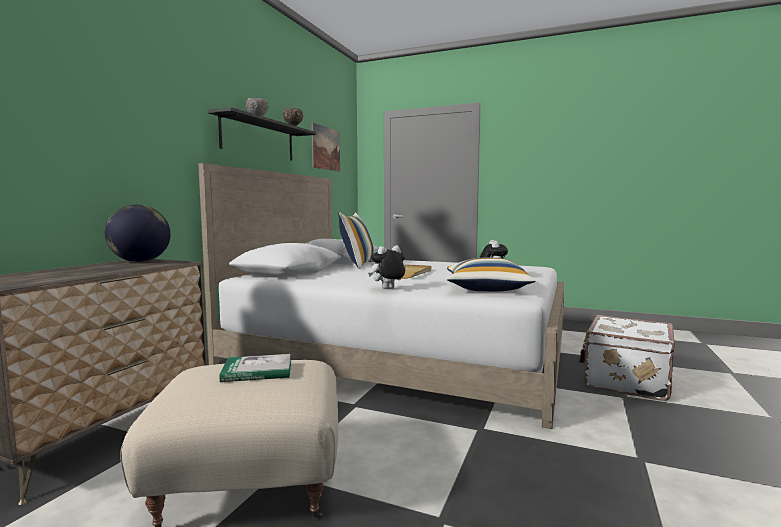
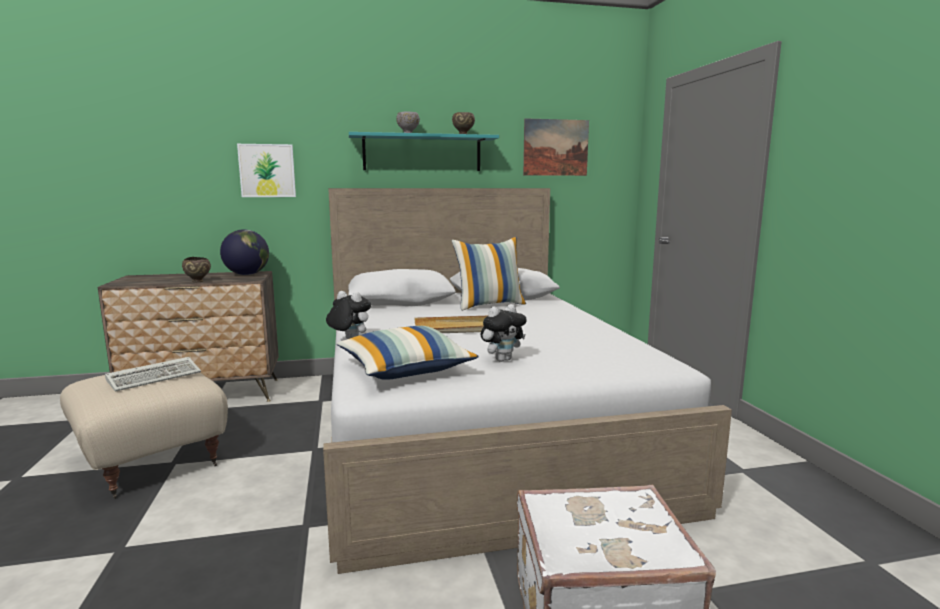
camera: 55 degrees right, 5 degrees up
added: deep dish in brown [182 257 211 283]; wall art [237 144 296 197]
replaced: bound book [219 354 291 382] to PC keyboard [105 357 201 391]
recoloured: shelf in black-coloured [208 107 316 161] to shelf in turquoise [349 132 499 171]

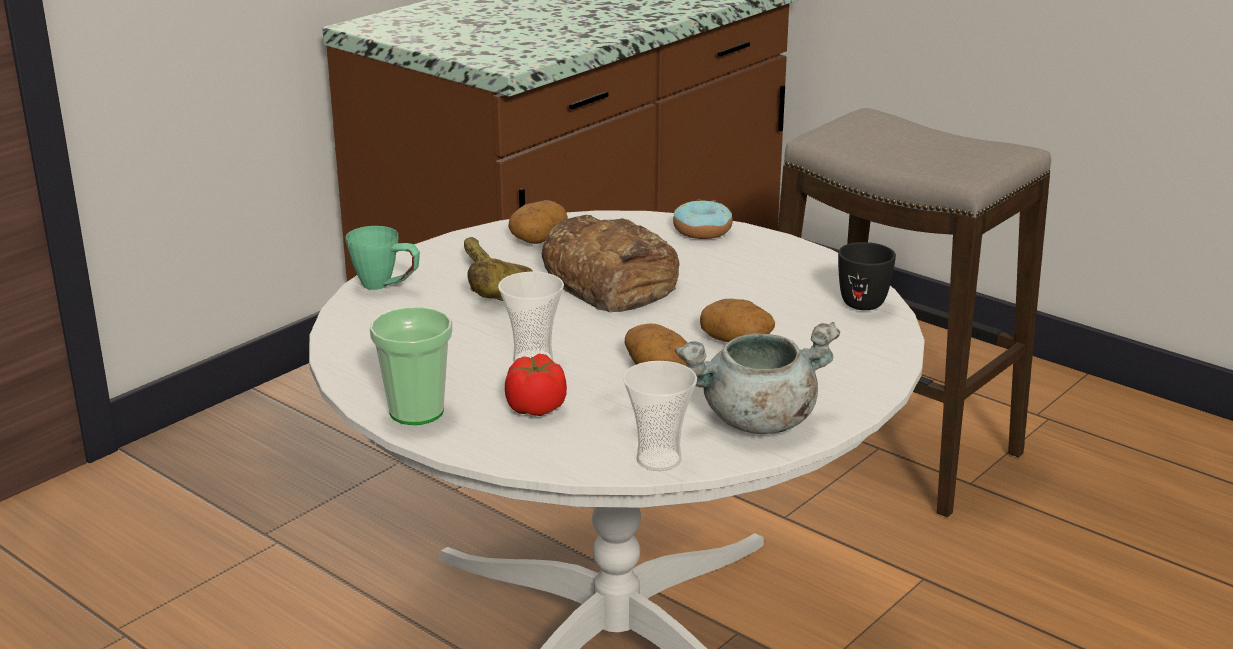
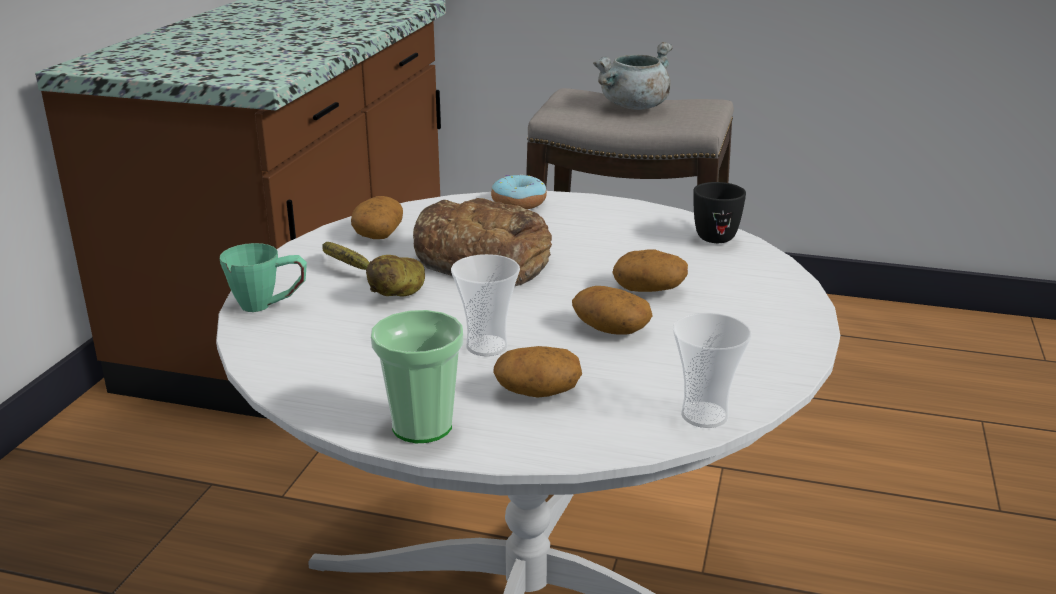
camera: 25 degrees left, 0 degrees up
moved: cooking pot in grey [675 322 840 434] to [593 42 673 110]
replaced: tomato [505 354 567 416] to potato [493 346 582 398]

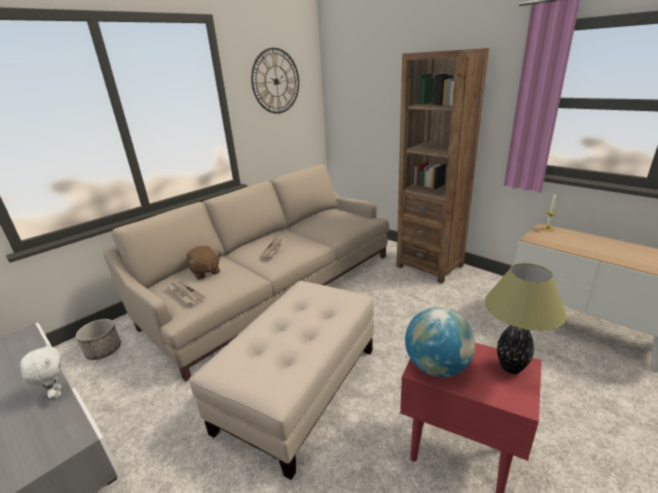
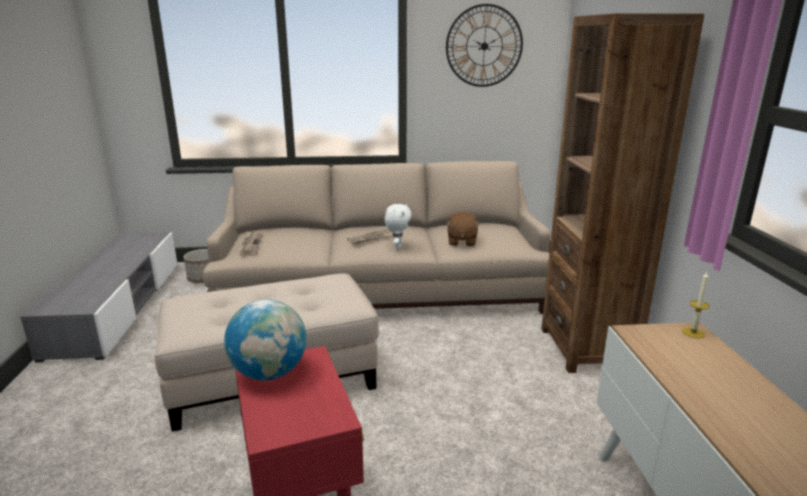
camera: 40 degrees right, 5 degrees down
removed: lamp for a table [484 263 567 374]
moved: plush toy in whitish [20 343 61 399] to [385 204 412 250]; plush toy in brown [187 246 220 279] to [446 212 480 246]

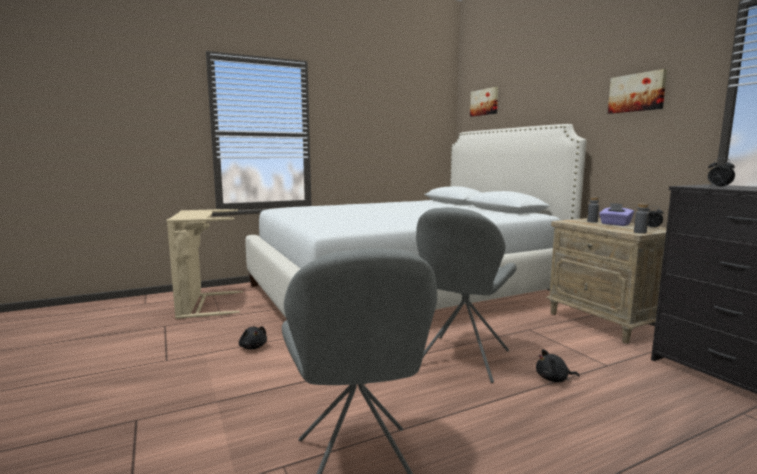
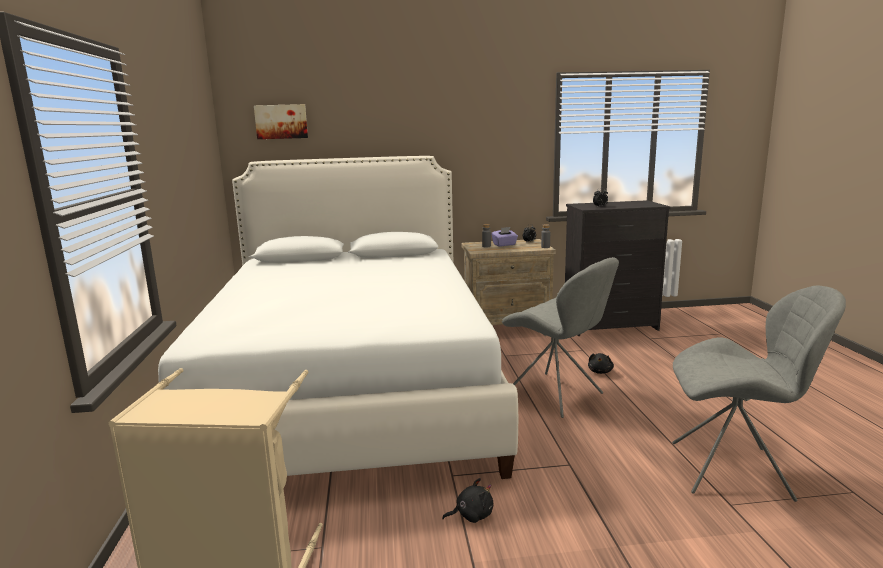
camera: 70 degrees left, 5 degrees up
removed: wall art [608 69 667 114]

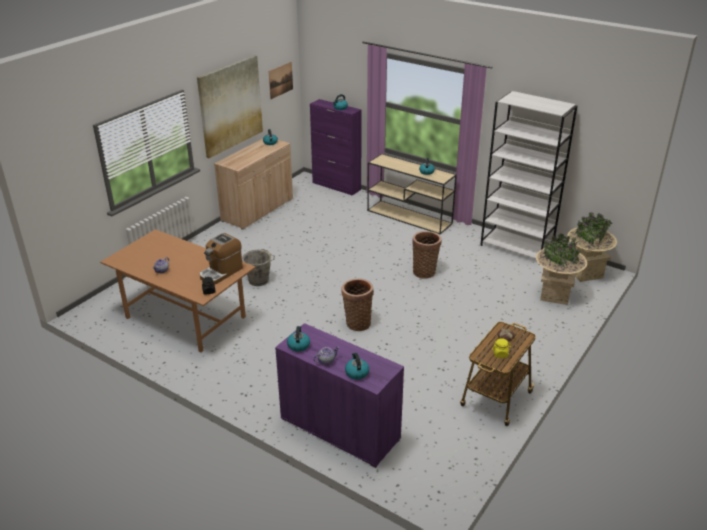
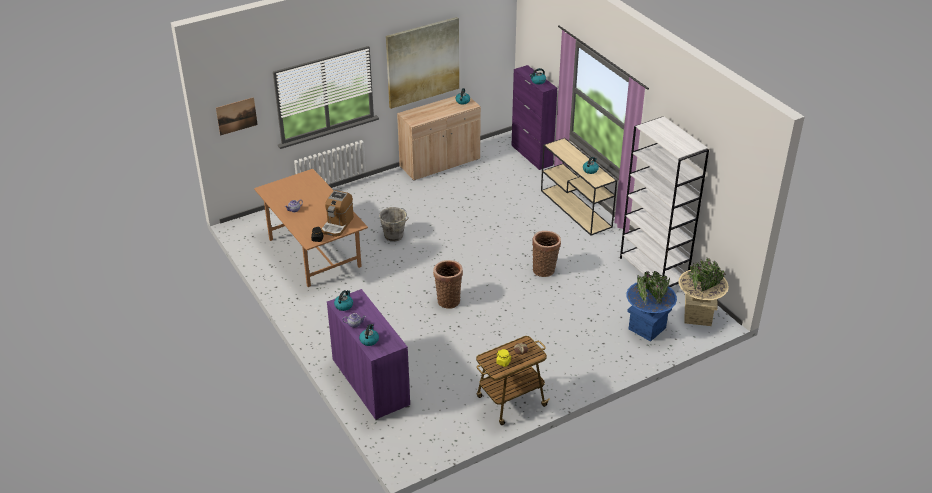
camera: 25 degrees right, 5 degrees up
moved: wall art [269 62 293 99] to [216 97 258 136]
recoloured: planter in beige [536 234 587 305] to planter in bluish [626 271 677 342]
turned: coffee machine [200 233 243 284] = [322 190 354 237] 45 degrees counterclockwise

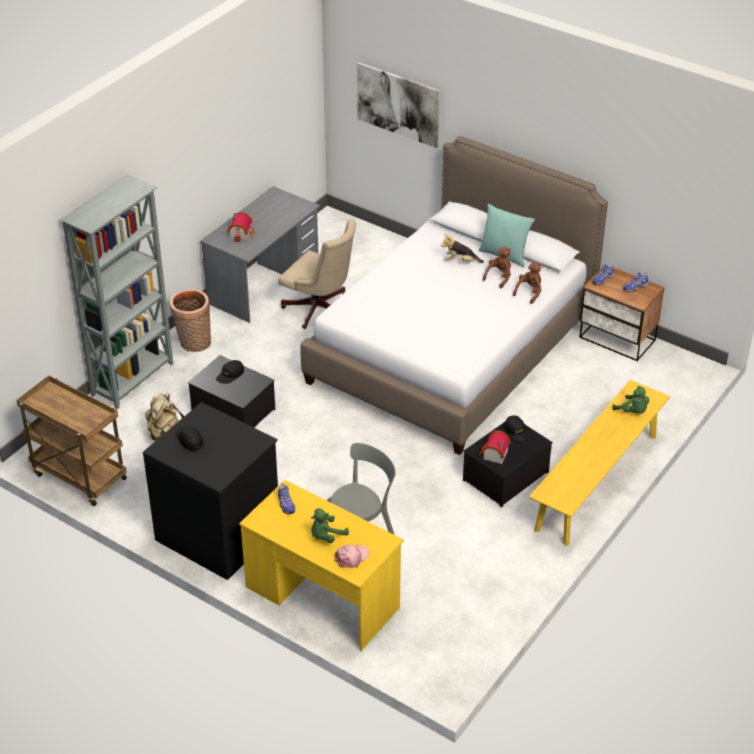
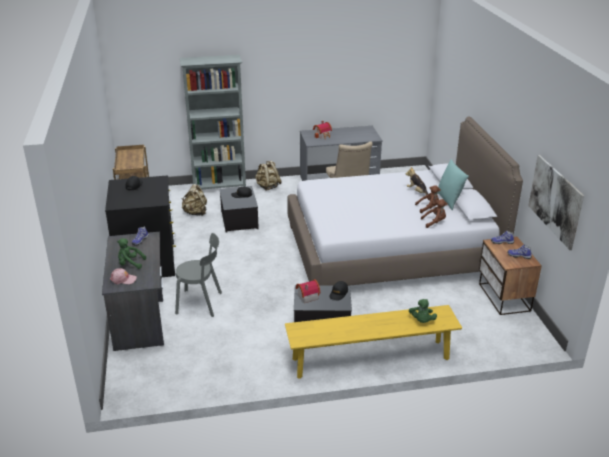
camera: 45 degrees right, 10 degrees down
moved: wall art [357 62 440 148] to [528 155 584 250]
replaced: storage basket [170 289 211 352] to knapsack in beige [255 160 282 191]
recoloured: desk in yellow-coloured [239 480 404 651] to desk in grey [102 232 164 351]

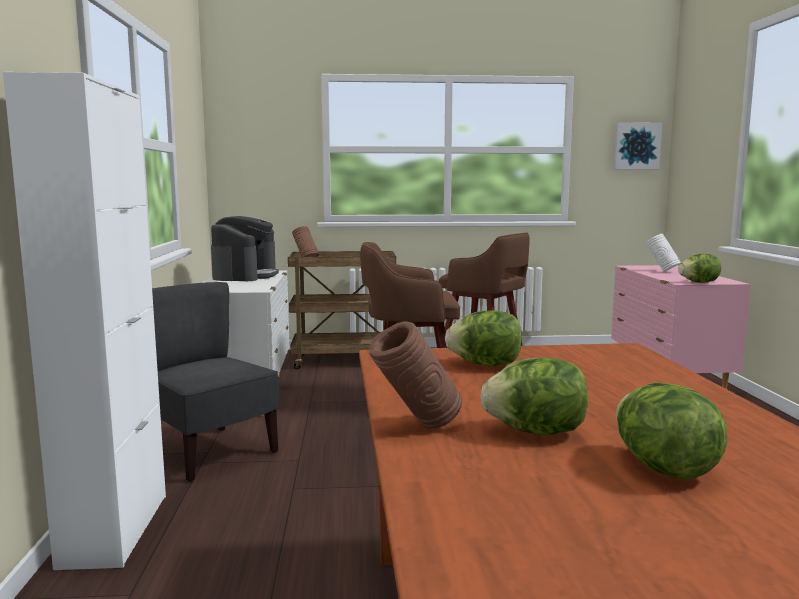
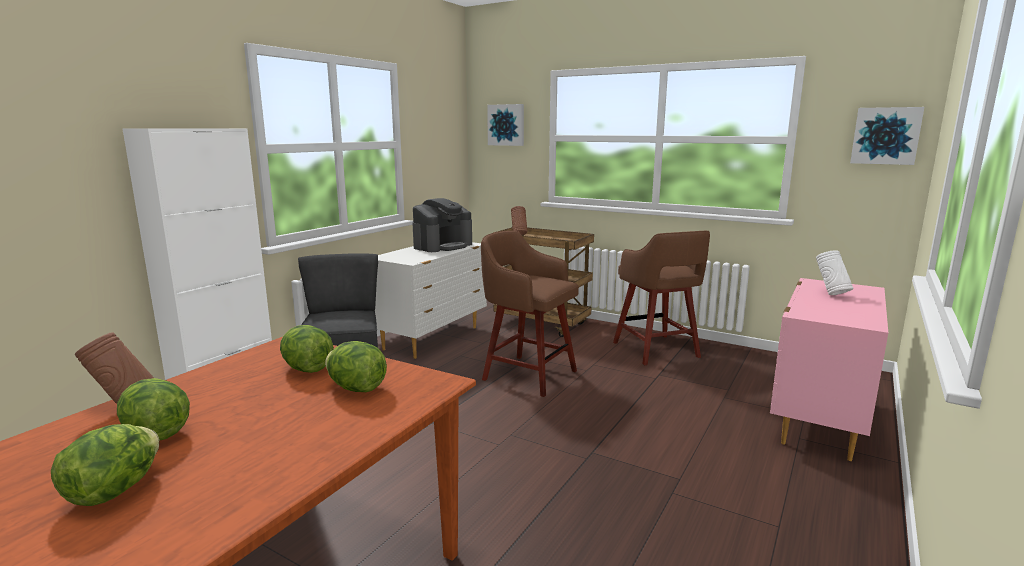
camera: 35 degrees right, 5 degrees up
added: wall art [487 104 524 146]
moved: head of lettuce [678 254 721 283] to [325 341 387 392]

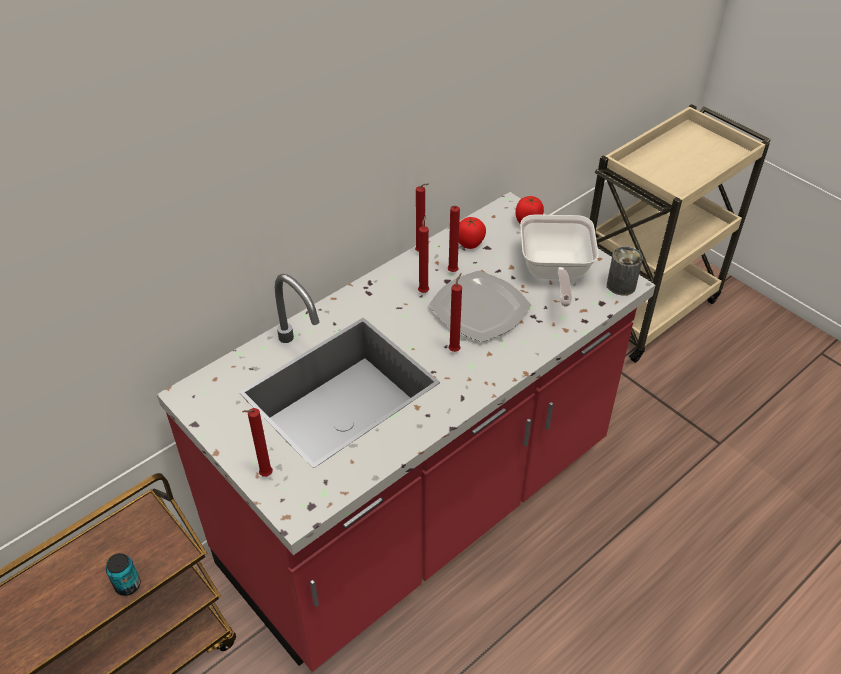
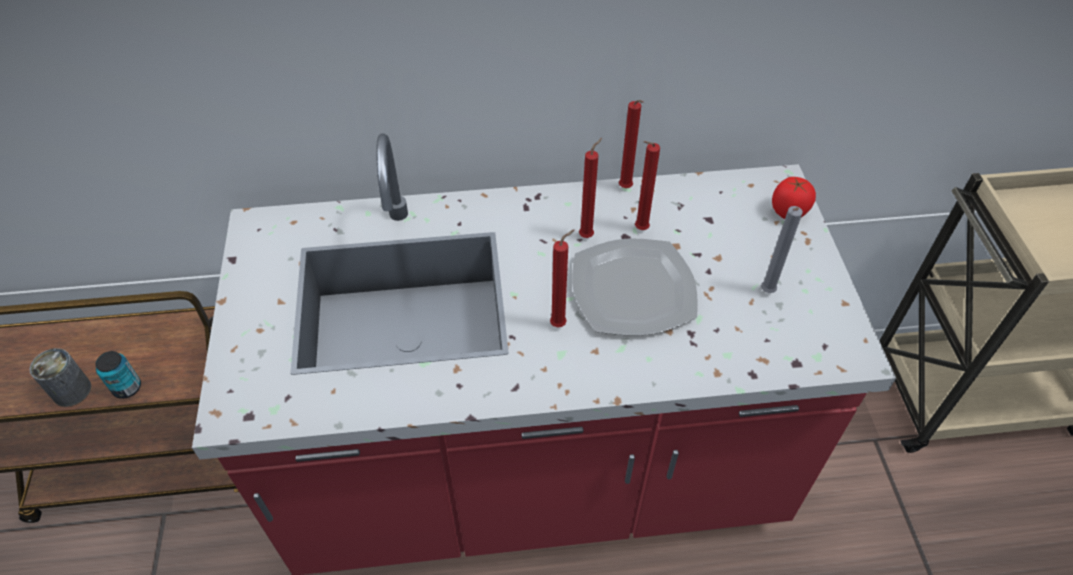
camera: 35 degrees right, 5 degrees up
removed: wax candle in red-coloured [242 408 273 477]; tomato [459 217 486 249]
moved: sealed can [607 247 643 295] to [30 348 91 407]
replaced: skillet [520 215 599 307] to wax candle in grey [761 206 803 293]

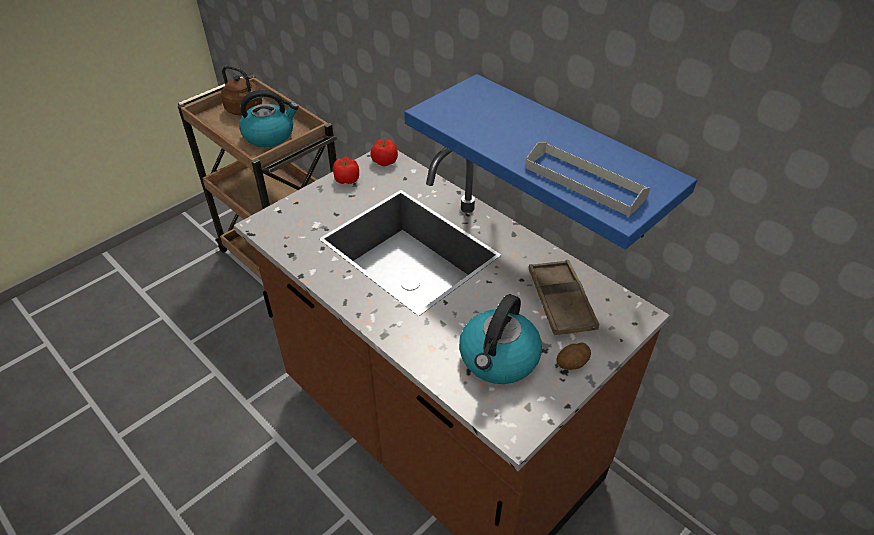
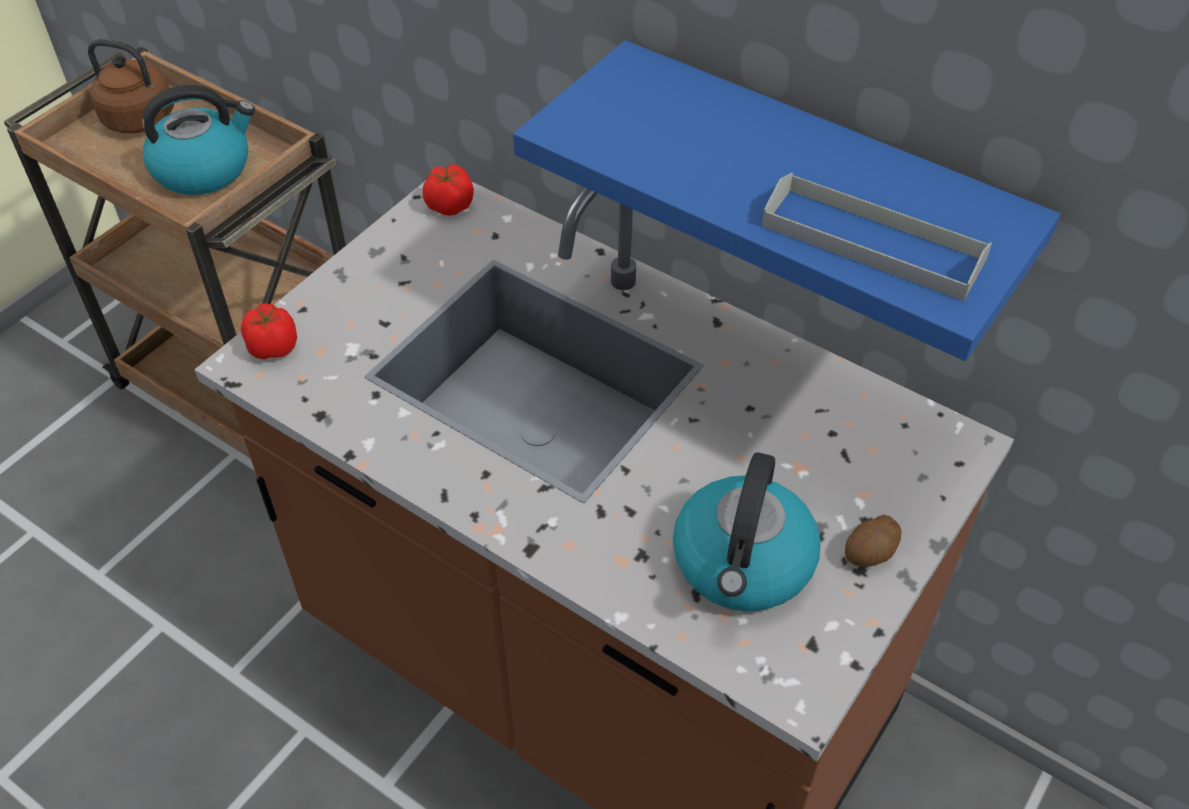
camera: 10 degrees left, 5 degrees up
removed: carrying tray in brown [529 260 599 335]
moved: tomato [333 157 359 184] to [241 303 297 359]

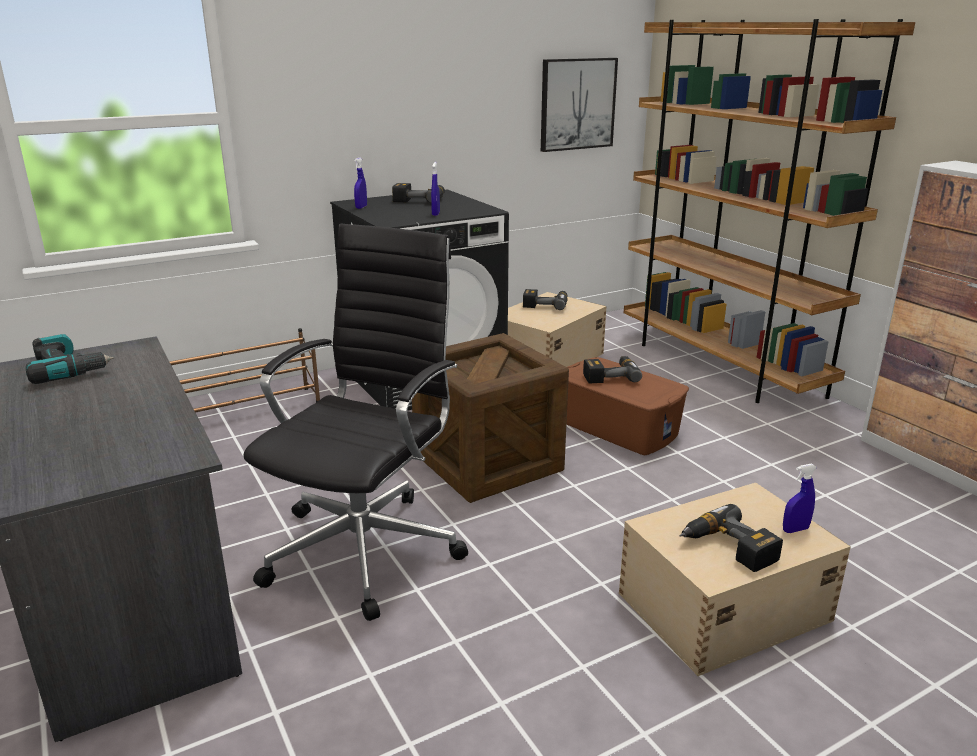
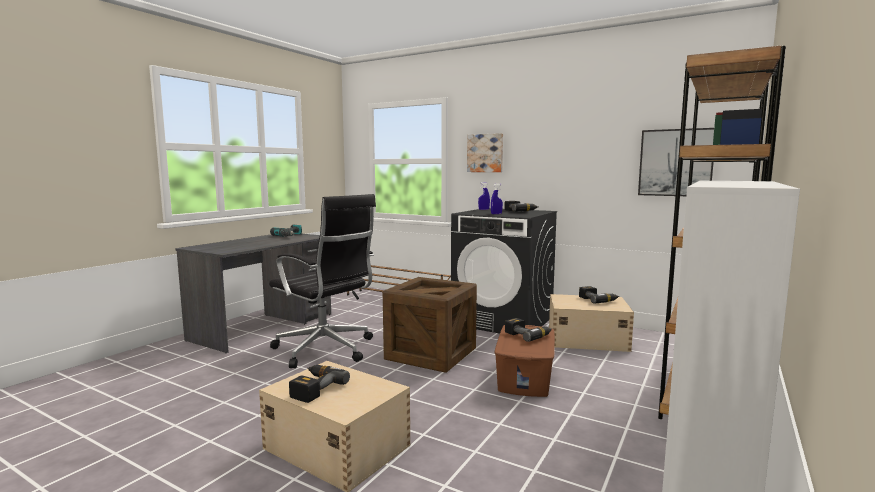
camera: 60 degrees right, 15 degrees down
removed: spray bottle in bluish [783 463 817 533]
added: wall art [467 133 503 172]
turned: office chair in black-coloured [243 224 468 621] = [269 194 376 368] 45 degrees clockwise

